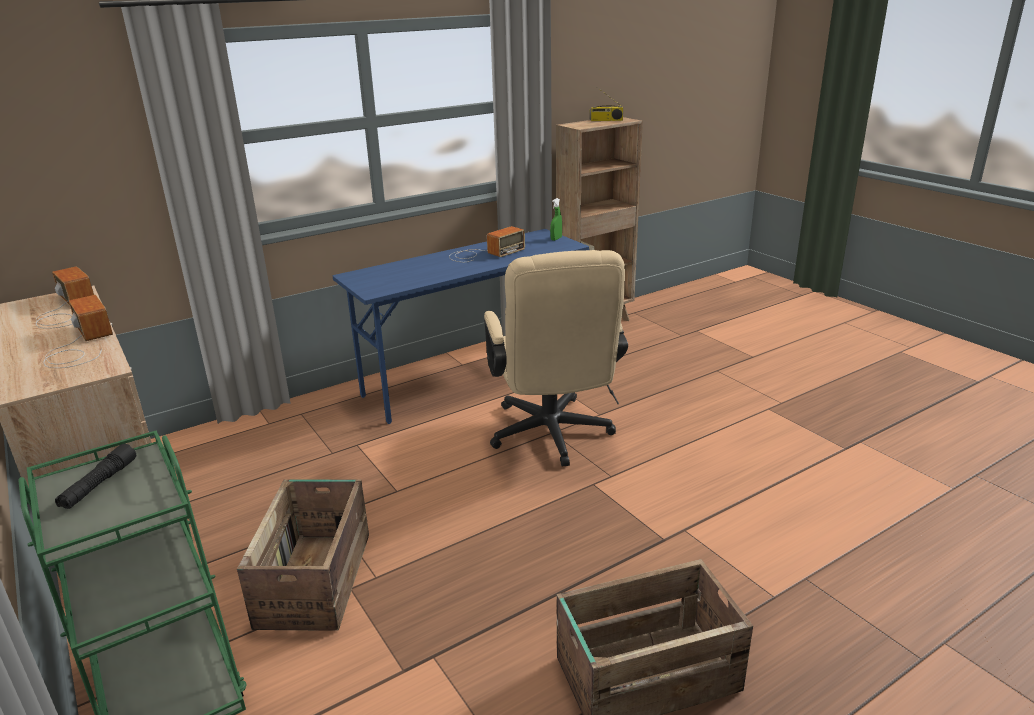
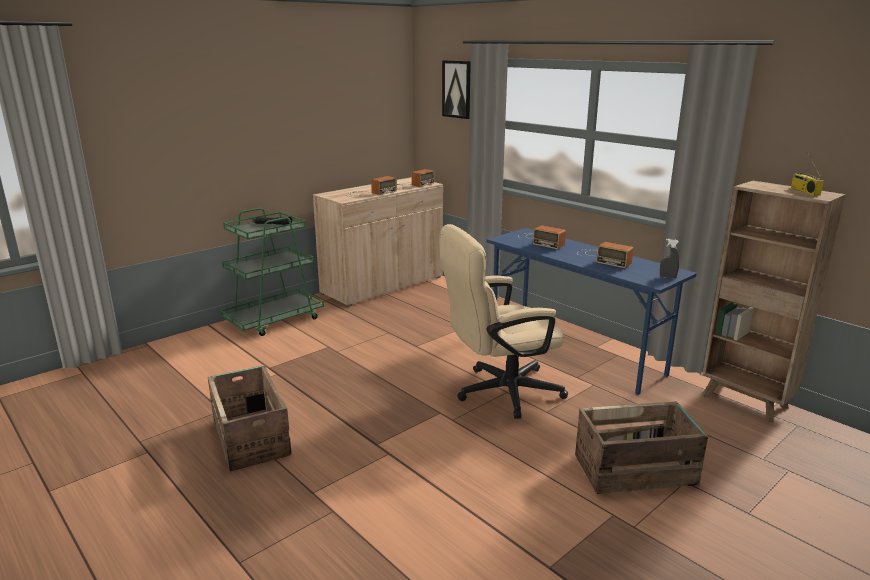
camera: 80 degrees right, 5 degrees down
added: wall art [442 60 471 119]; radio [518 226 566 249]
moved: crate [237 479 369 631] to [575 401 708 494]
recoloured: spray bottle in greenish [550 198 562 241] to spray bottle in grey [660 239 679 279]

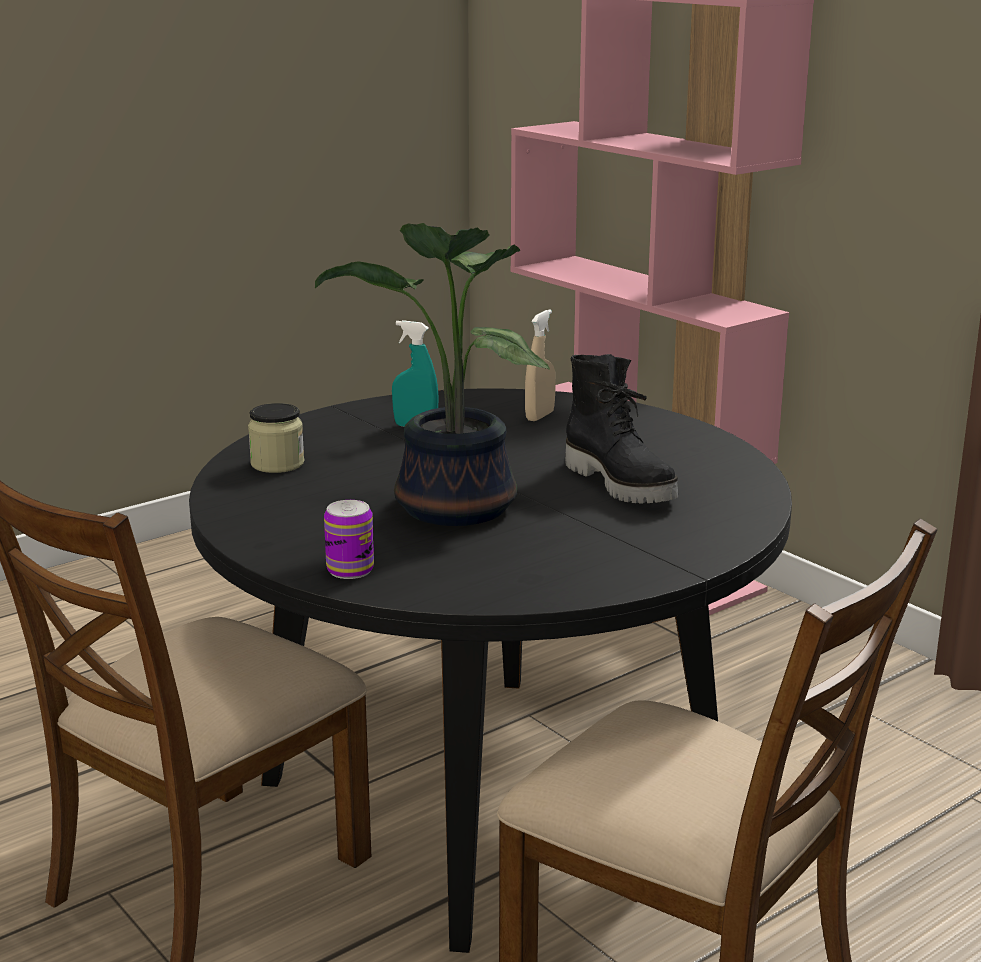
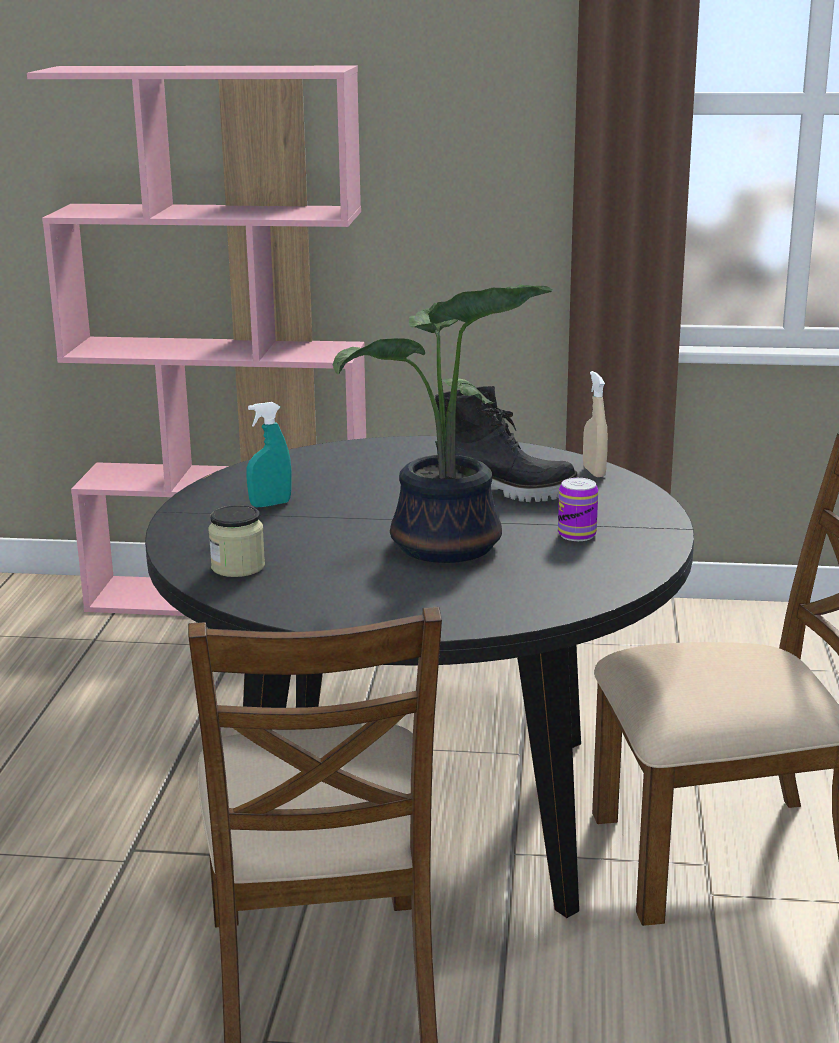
camera: 45 degrees left, 0 degrees up
moved: sealed can [324 500 374 579] to [558 478 598 541]; spray bottle in beige [525 309 556 421] to [583 371 608 477]

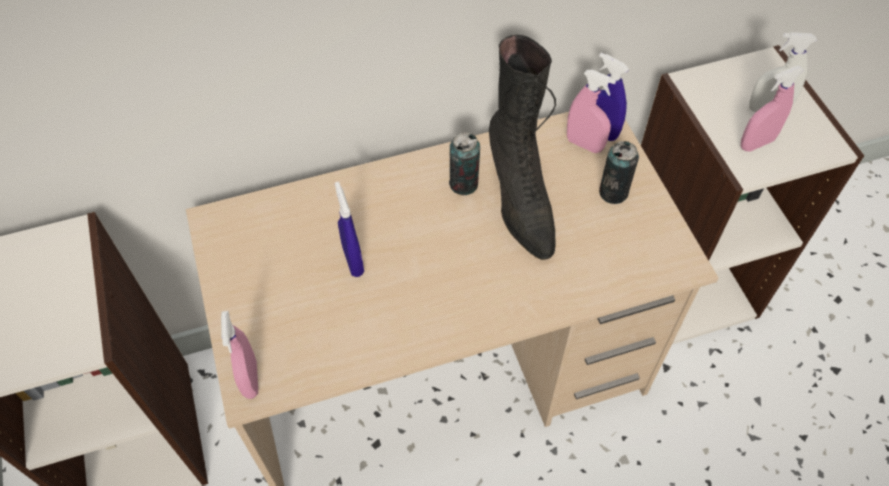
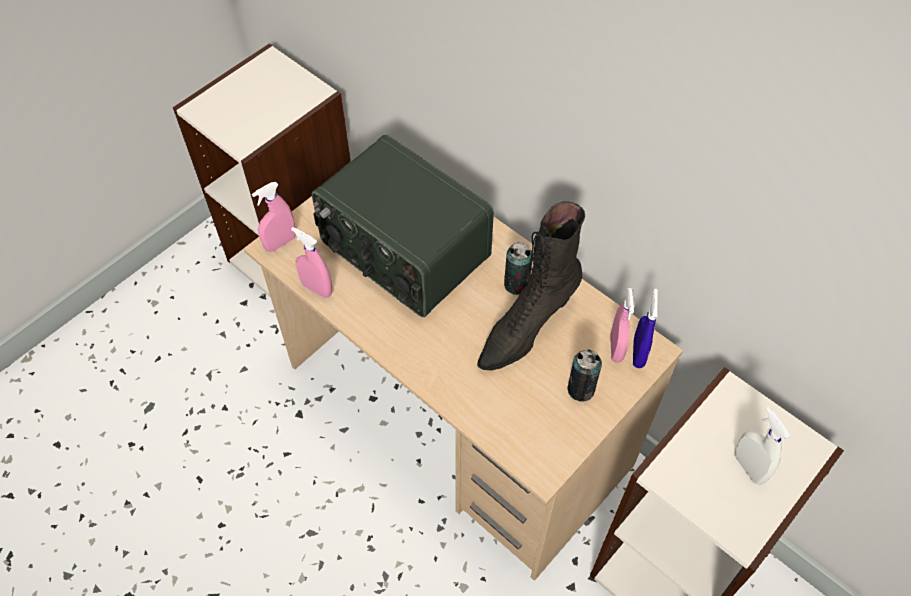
camera: 60 degrees right, 0 degrees up
moved: spray bottle in pink [741 65 804 151] to [291 227 332 298]
replaced: spray bottle in bluish [335 182 364 277] to radio [312 135 494 317]

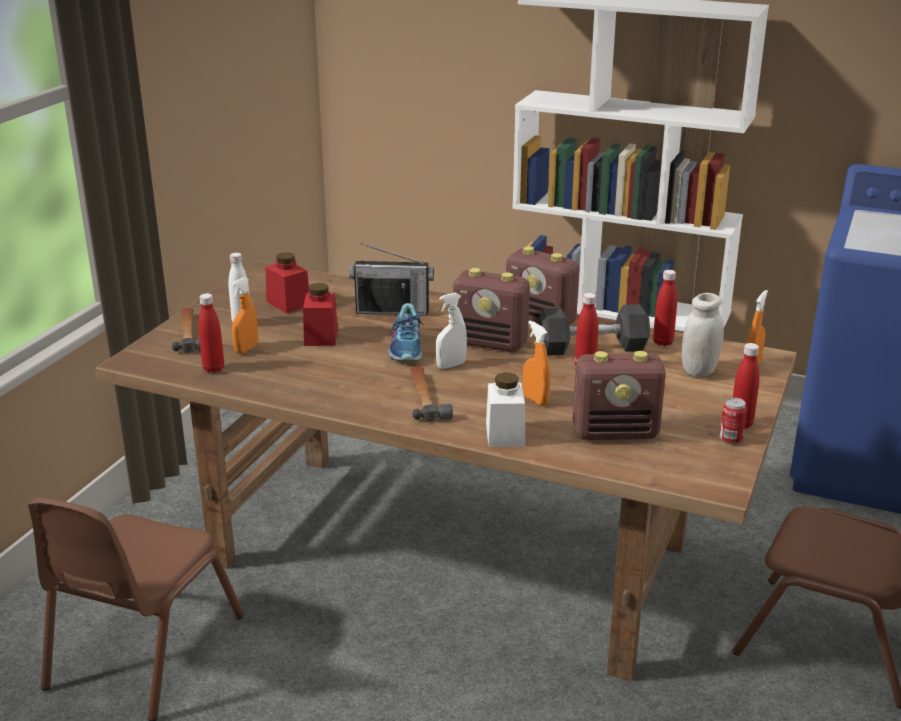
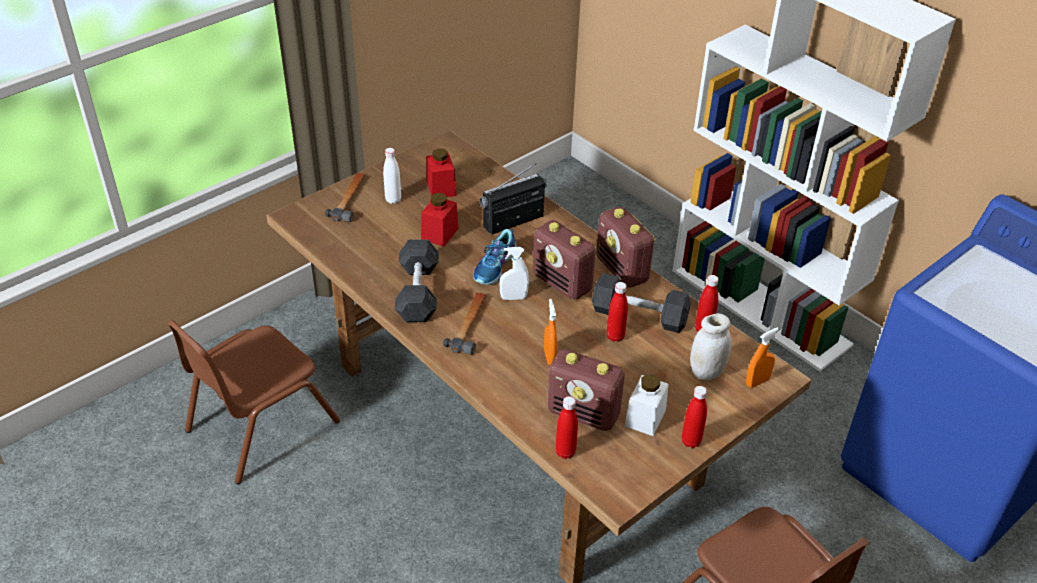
camera: 25 degrees right, 15 degrees up
removed: spray bottle in orange [231 277 258 354]; sealed can [719 398 747 444]
added: hand weight in grey [395 239 439 322]
moved: bottle in red-coloured [198 293 224 373] to [556 396 578 459]; jar in whitish [486 372 525 447] to [625 374 669 436]
turned: radio [349 243 434 316] = [479 163 547 234] 120 degrees clockwise

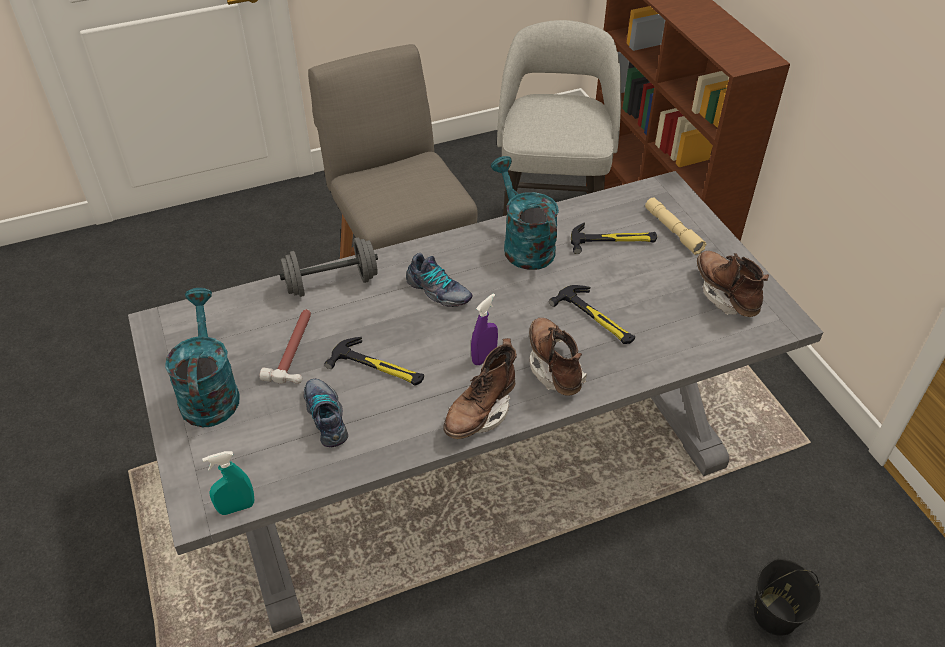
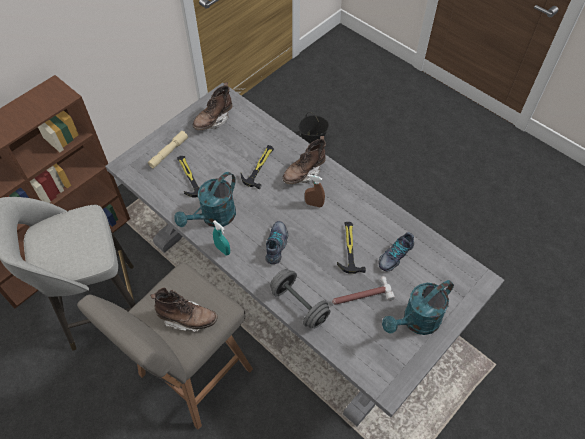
camera: 115 degrees left, 10 degrees up
moved: spray bottle in turquoise [202 451 254 515] to [213 220 230 255]; high-top boot in brown [443 338 517 439] to [150 288 218 332]
recoloured: spray bottle in purplish [471 293 498 365] to spray bottle in brown [305 174 325 207]

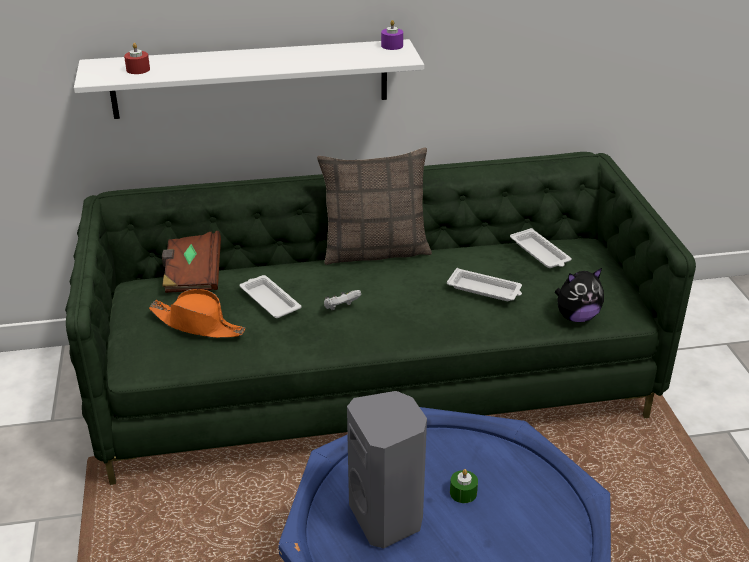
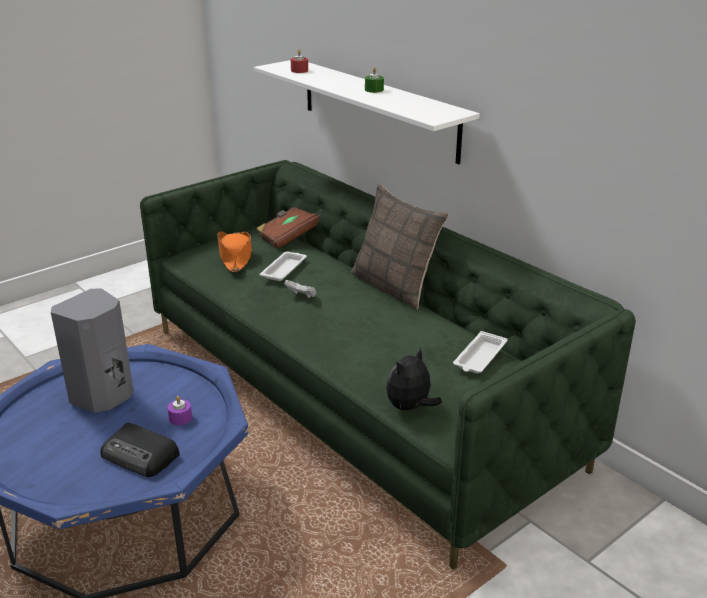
camera: 60 degrees right, 5 degrees down
removed: carrying tray in whitish [447 268 522 301]
added: radio [100 423 179 477]
moved: wax candle in purplish [381 20 403 50] to [167 396 192 425]; wax candle in greenish [450 469 478 503] to [365 67 384 93]
turned: plush toy [555 268 604 322] = [386 347 442 412] 90 degrees clockwise

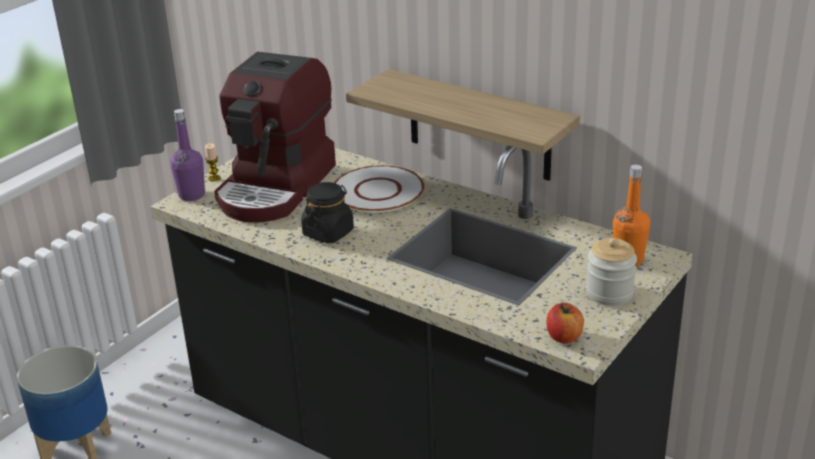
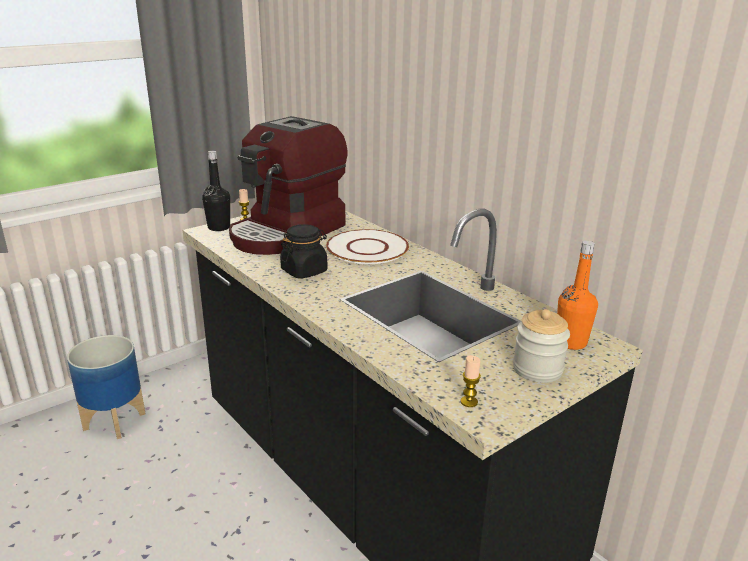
camera: 15 degrees right, 5 degrees down
removed: shelf [346 69 580 181]
replaced: apple fruit [547 303 584 344] to wax candle [460 355 481 407]
recoloured: bottle in purplish [170 109 205 201] to bottle in black-coloured [202 151 230 231]

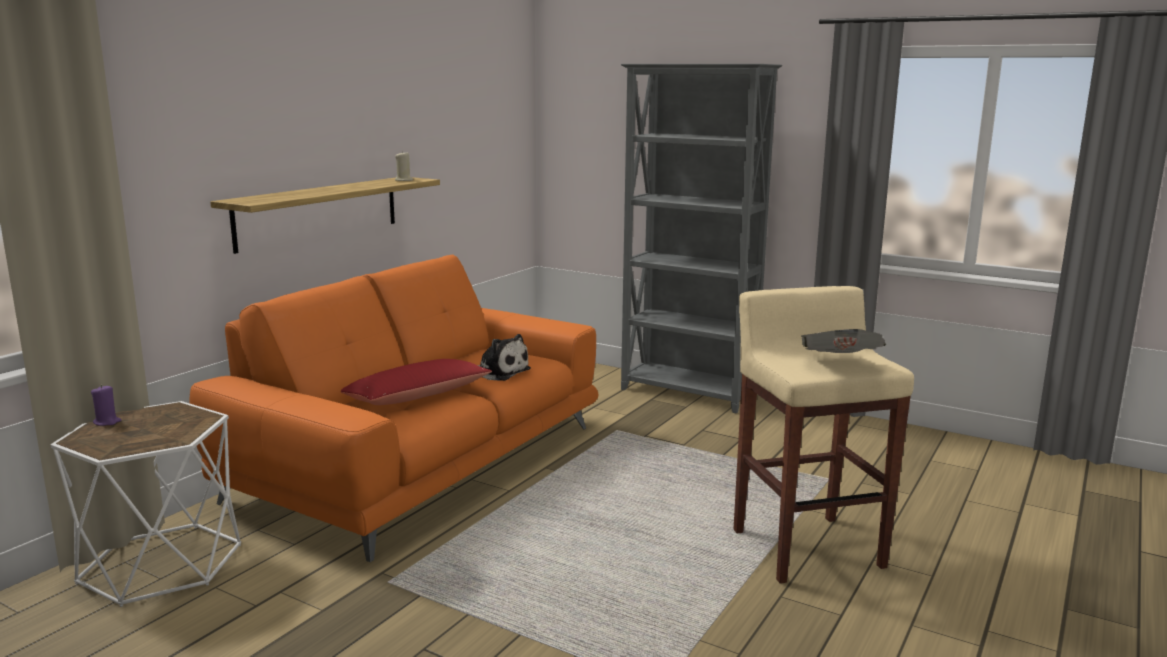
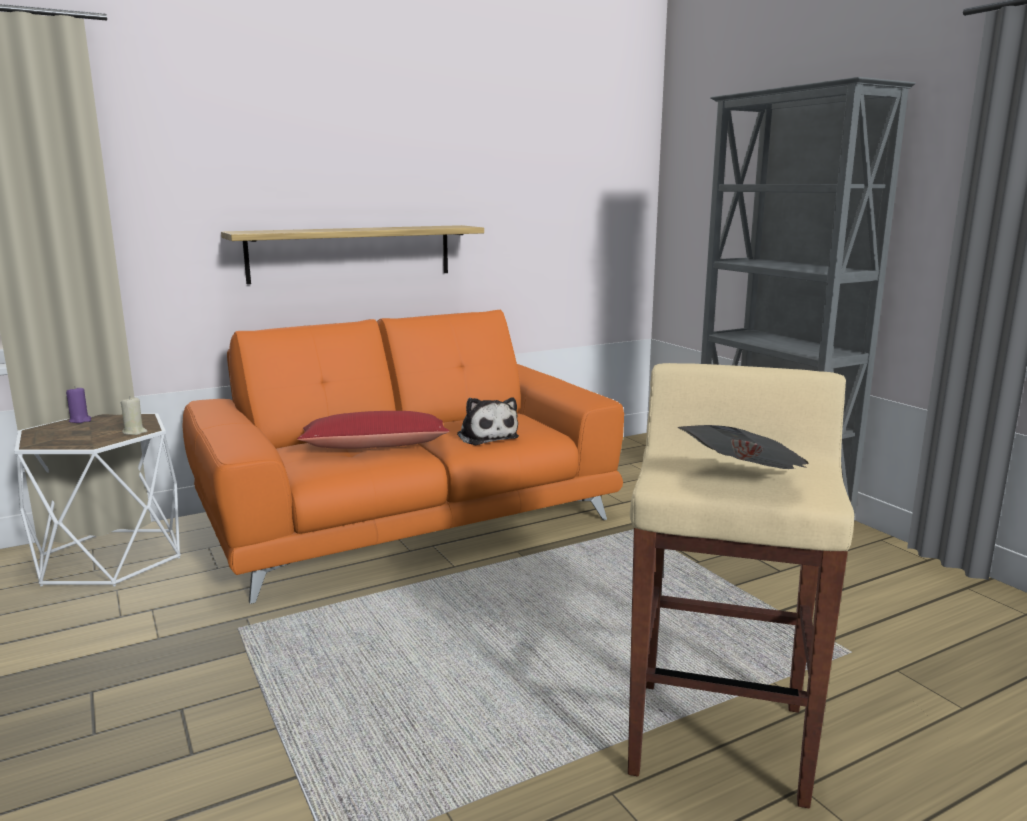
camera: 30 degrees right, 0 degrees up
moved: wax candle in beige [395 151 413 181] to [121 396 147 435]

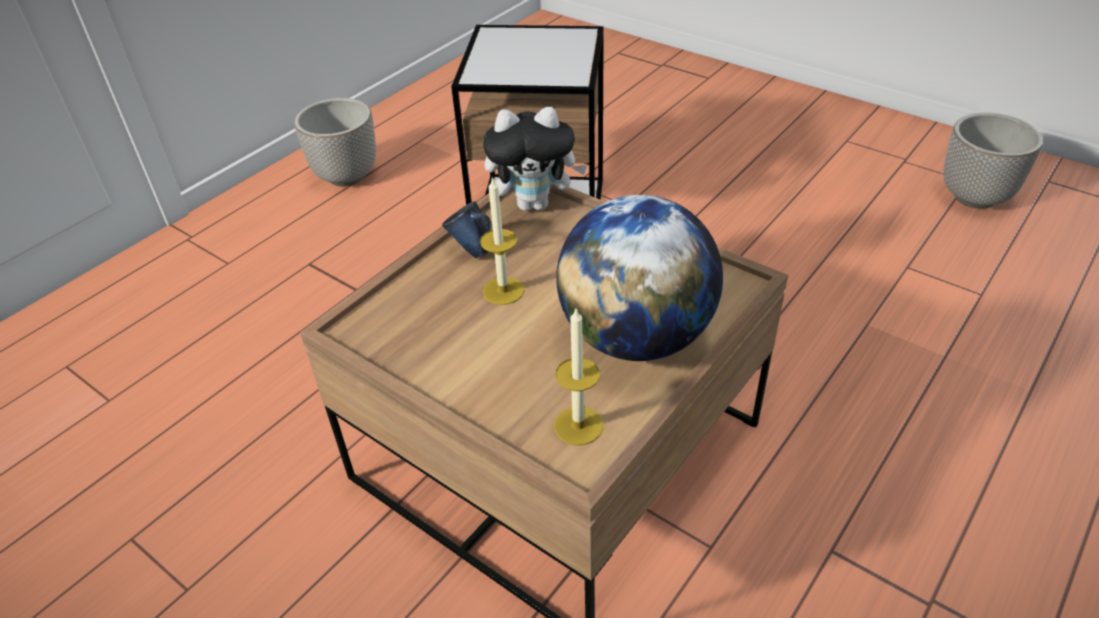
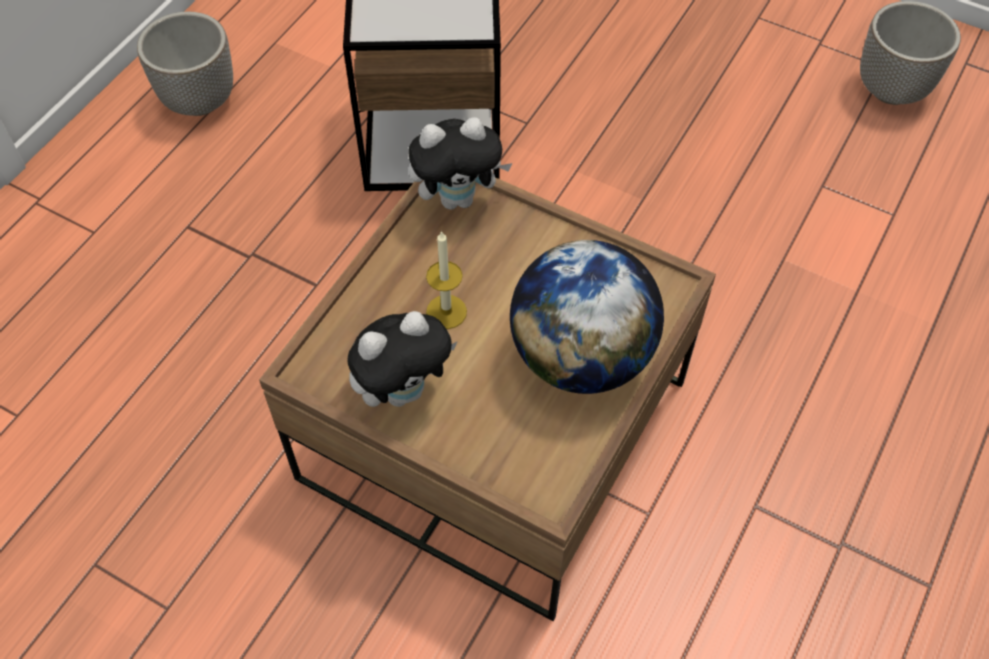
camera: 10 degrees left, 15 degrees up
removed: mug in bluish [442 201 492 258]; wax candle [554 309 603 445]
added: plush toy [347 311 458 407]

